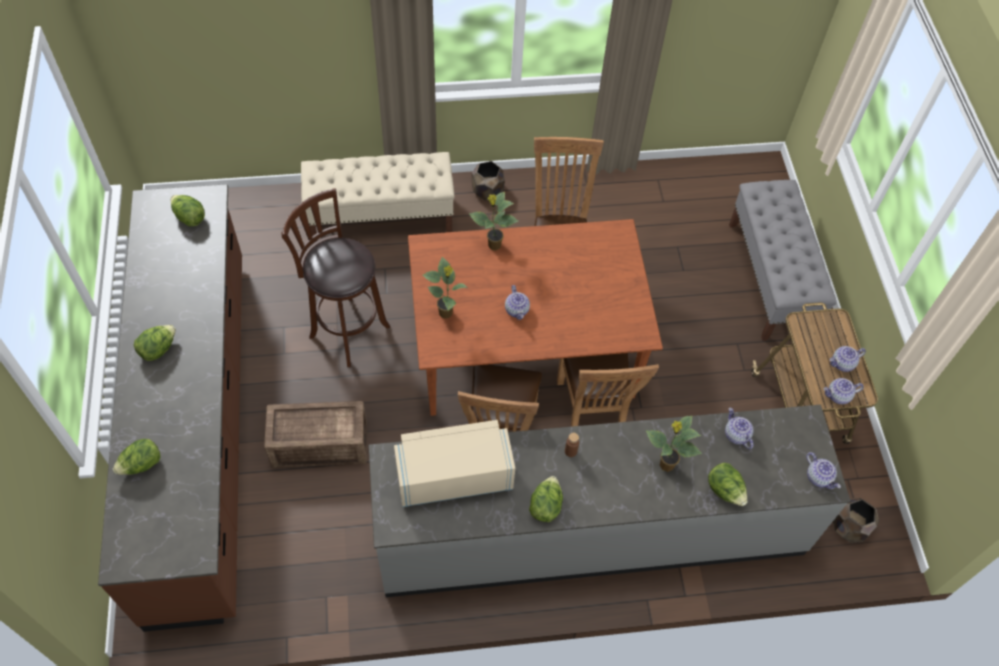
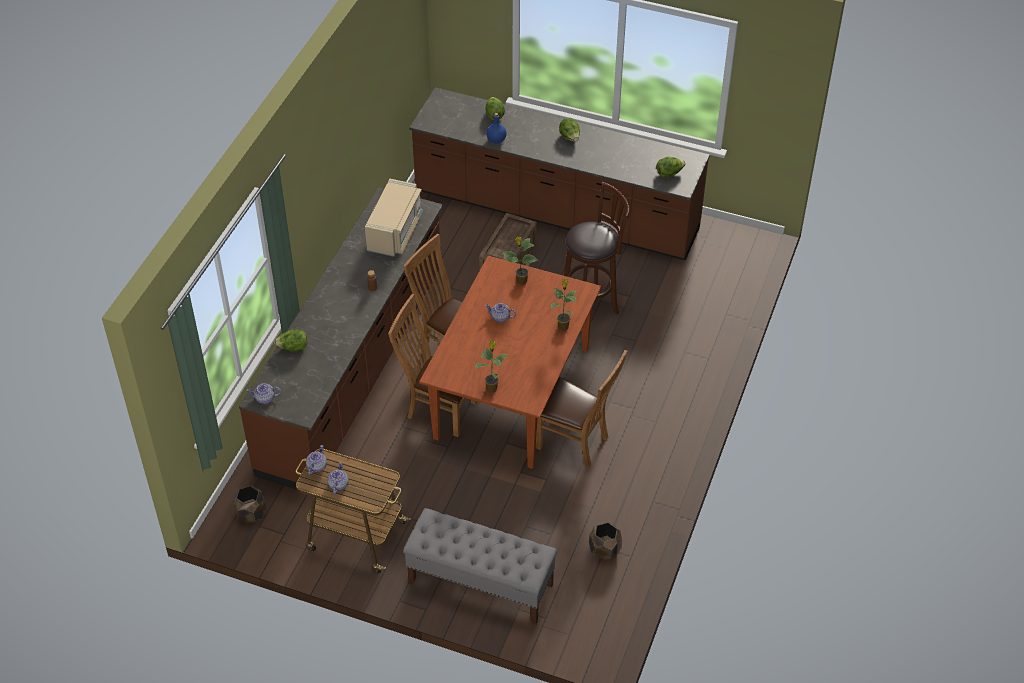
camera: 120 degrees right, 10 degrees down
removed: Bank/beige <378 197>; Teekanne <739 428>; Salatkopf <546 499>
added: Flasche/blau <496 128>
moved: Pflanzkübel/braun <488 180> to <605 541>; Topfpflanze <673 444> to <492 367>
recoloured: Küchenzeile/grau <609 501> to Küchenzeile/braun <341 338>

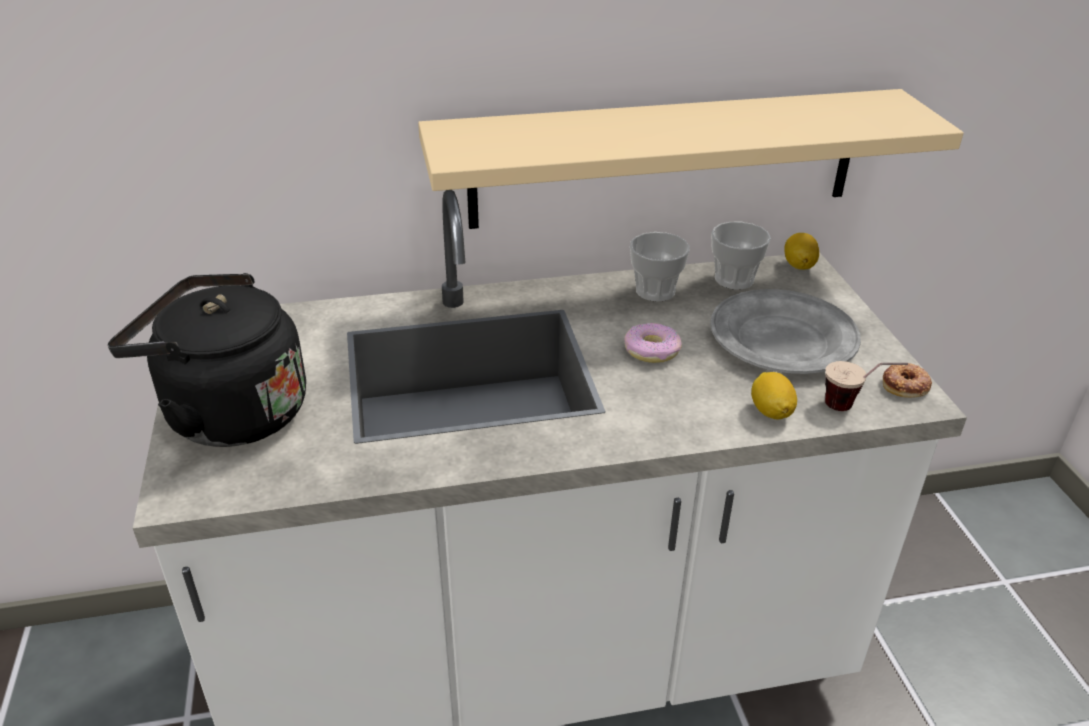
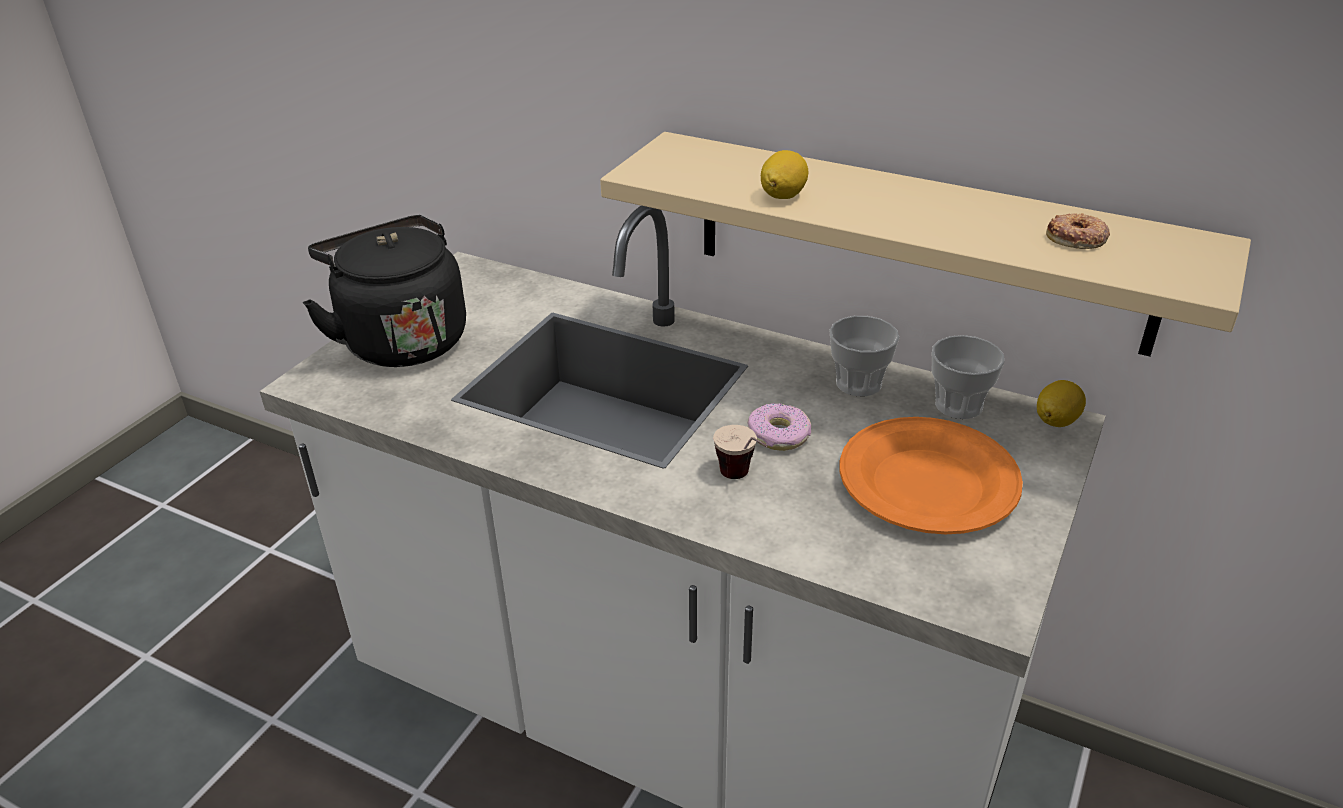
camera: 40 degrees right, 0 degrees up
moved: Tasse <866 386> to <740 452>; Donut <907 380> to <1078 231>; Zitrone <774 395> to <784 174>
recoloured: Teller/grau <785 331> to Teller/orange <931 475>

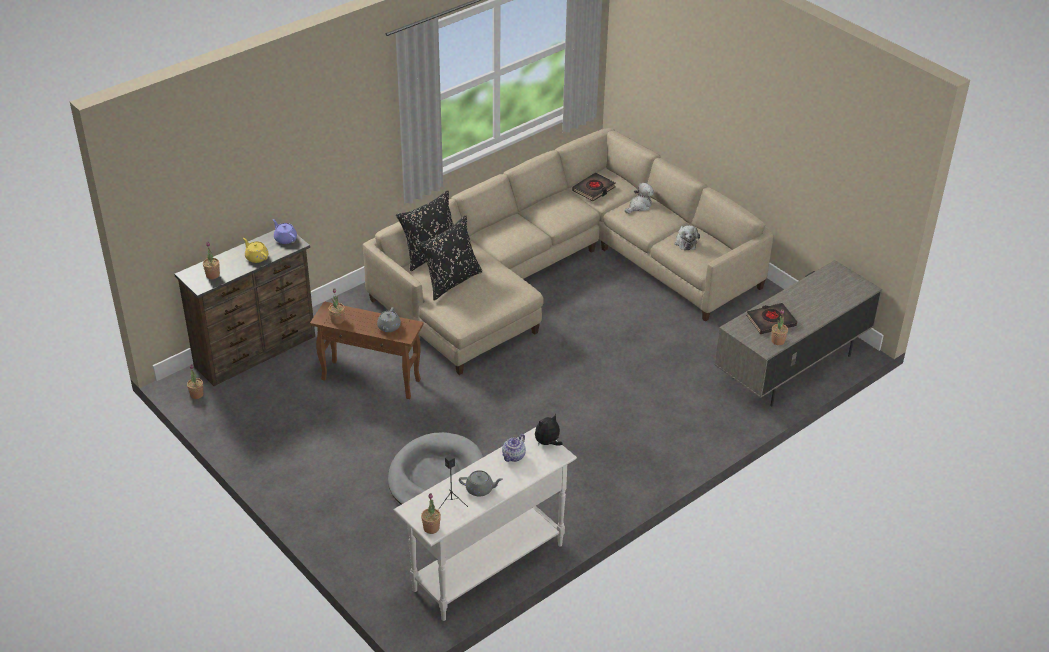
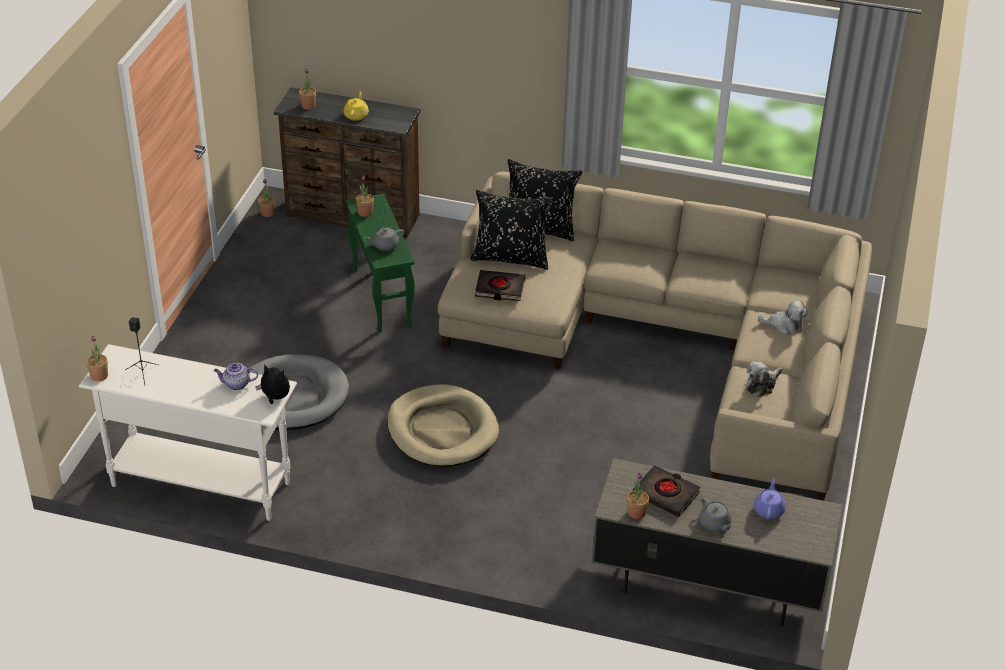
camera: 55 degrees right, 0 degrees up
added: Hundebett/beige <443 425>
moved: Buch/schwarz <594 187> to <500 285>; Teekanne/lila <285 231> to <770 499>; Teekanne/grau <481 483> to <716 514>
recoloured: Beistelltisch/braun <367 350> to Beistelltisch/grün <380 263>

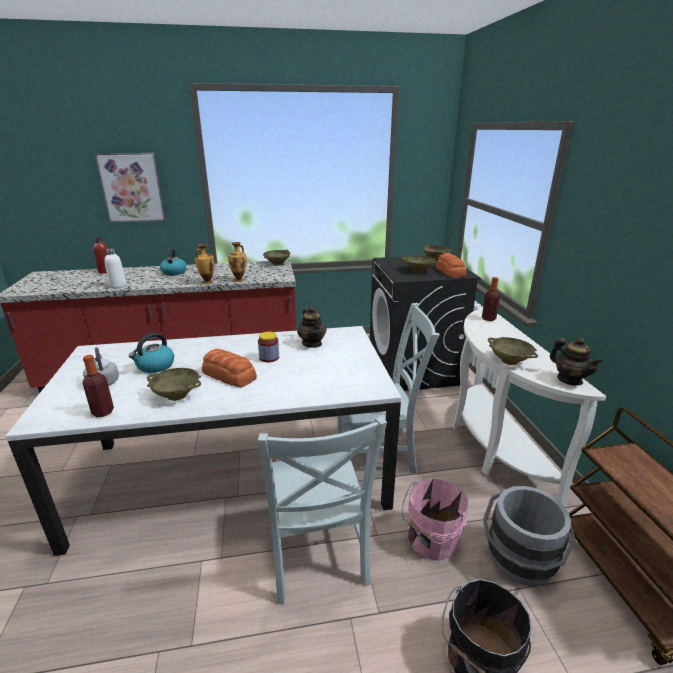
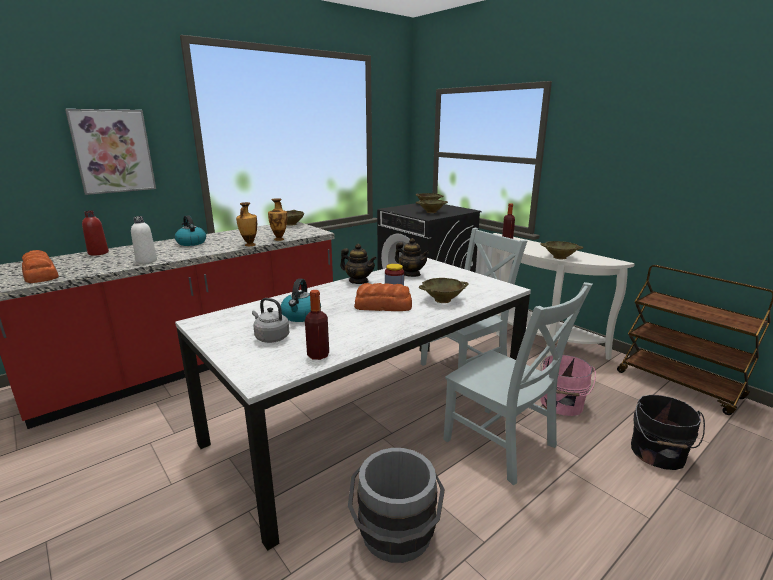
camera: 30 degrees left, 5 degrees down
moved: Brot <451 265> to <40 266>; Teekanne <576 362> to <358 264>; Schüssel/beige <174 384> to <444 290>; Eimer/grau <529 536> to <396 505>

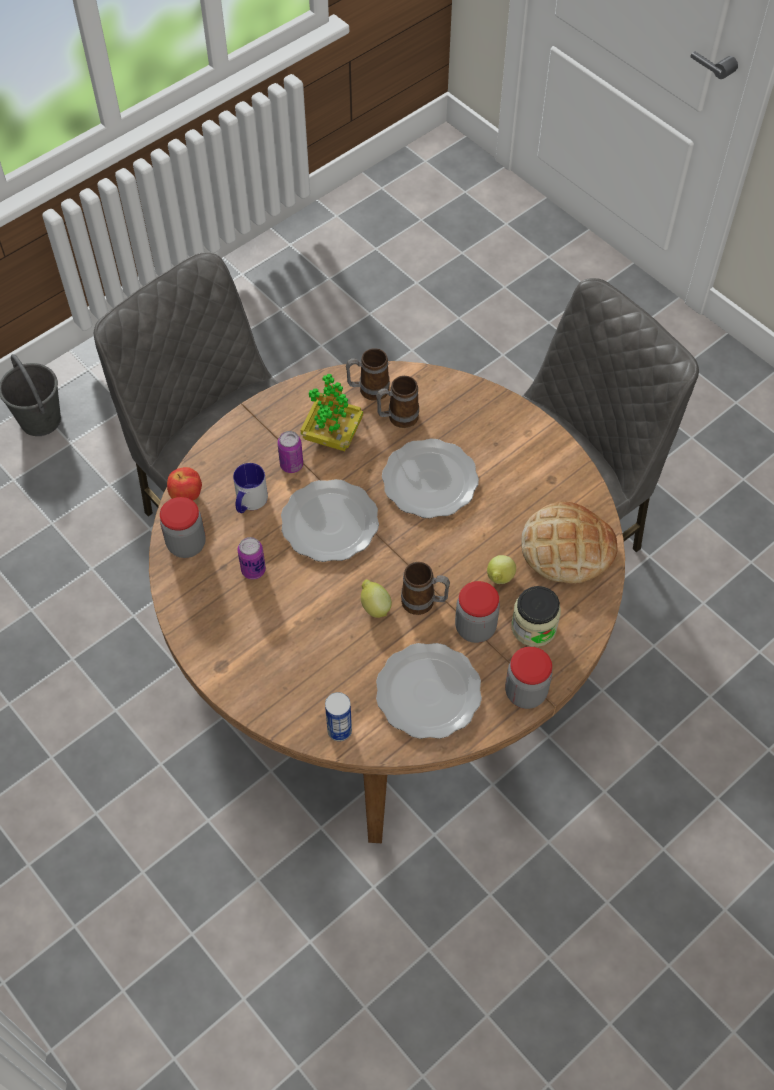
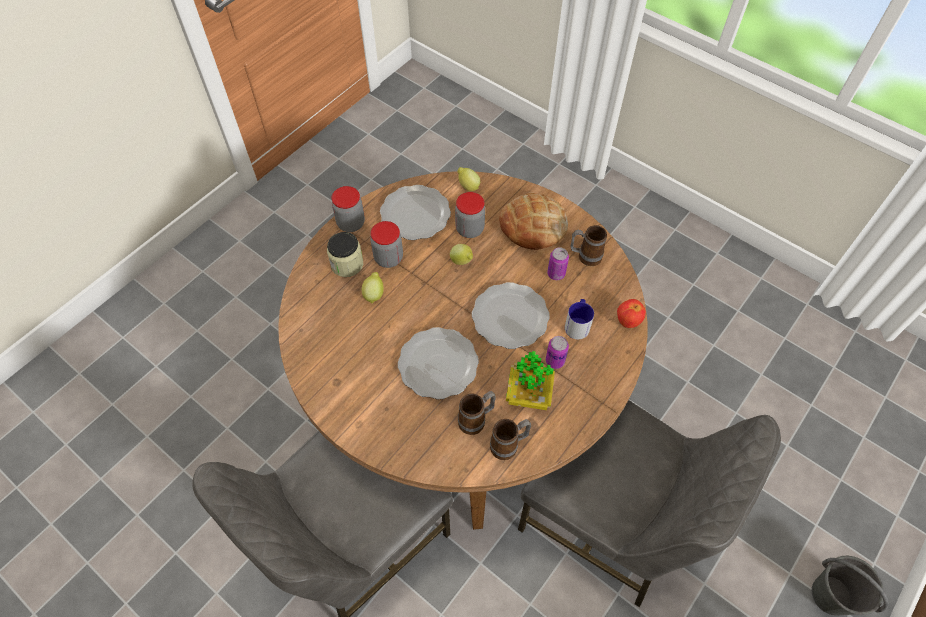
camera: 170 degrees right, 0 degrees up
moved: Vorratsglas <183 527> to <470 215>; Brot <569 543> to <533 221>; Henkelbecher <425 588> to <588 245>
replaced: Dose <338 716> to Zitrone <469 179>

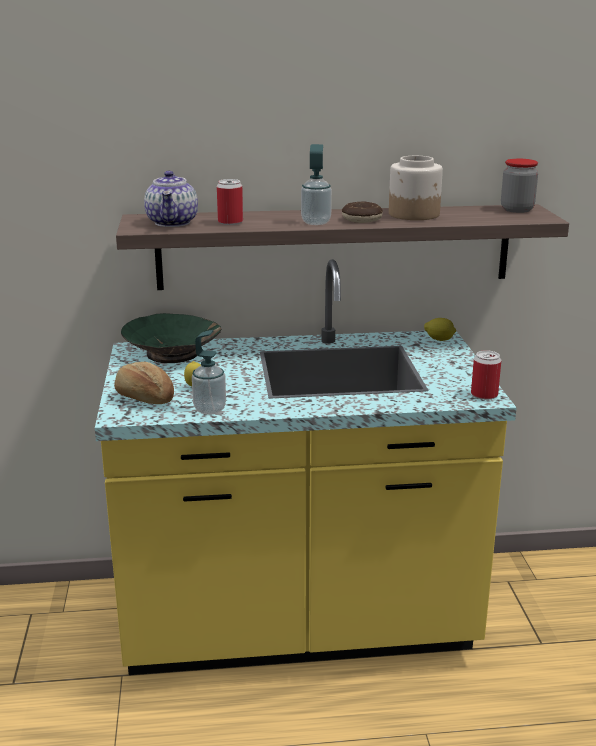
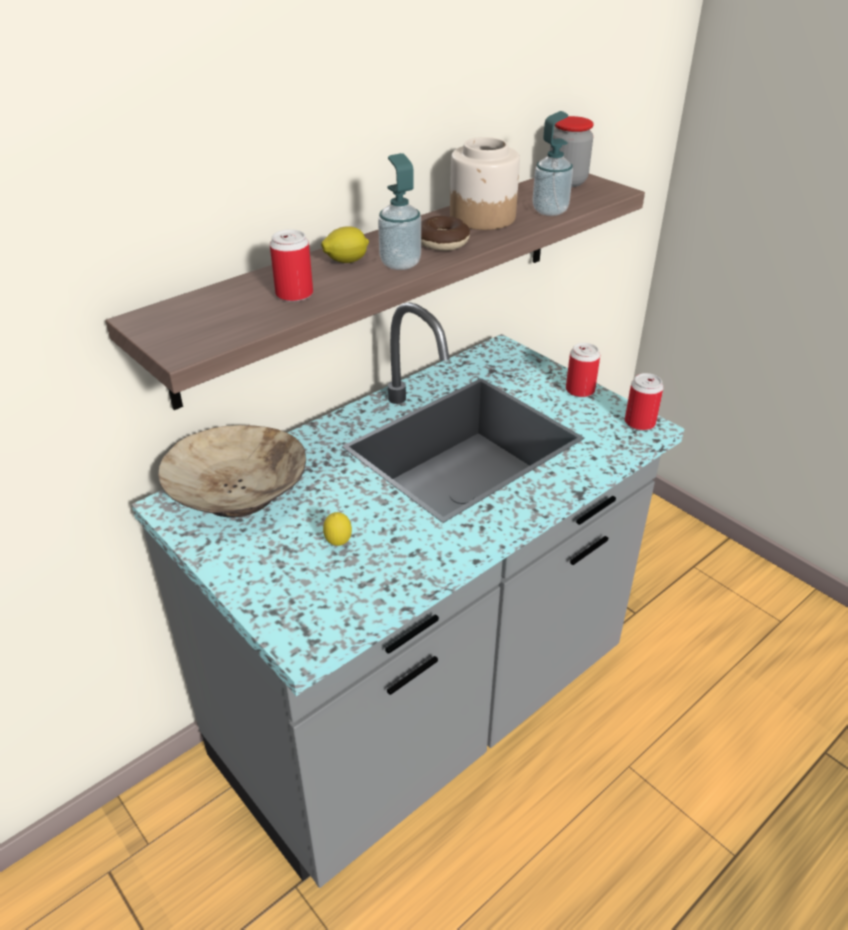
camera: 35 degrees left, 15 degrees up
removed: Teekanne <171 199>; Brot <144 383>
added: Dose <583 370>
moved: Zitrone <440 329> to <345 244>; Seifenspender <209 372> to <552 163>
recoloured: Küchenzeile/gelb <306 467> to Küchenzeile/grau <407 595>; Schüssel/grün <171 338> to Schüssel/beige <232 471>

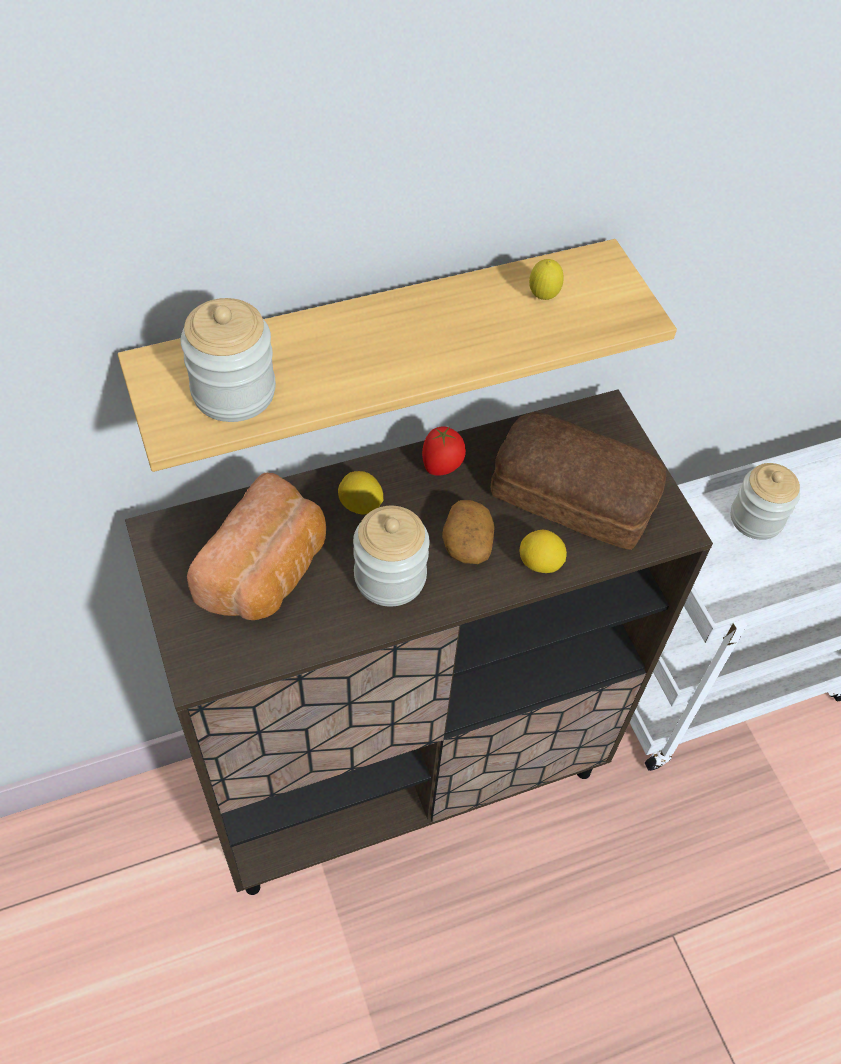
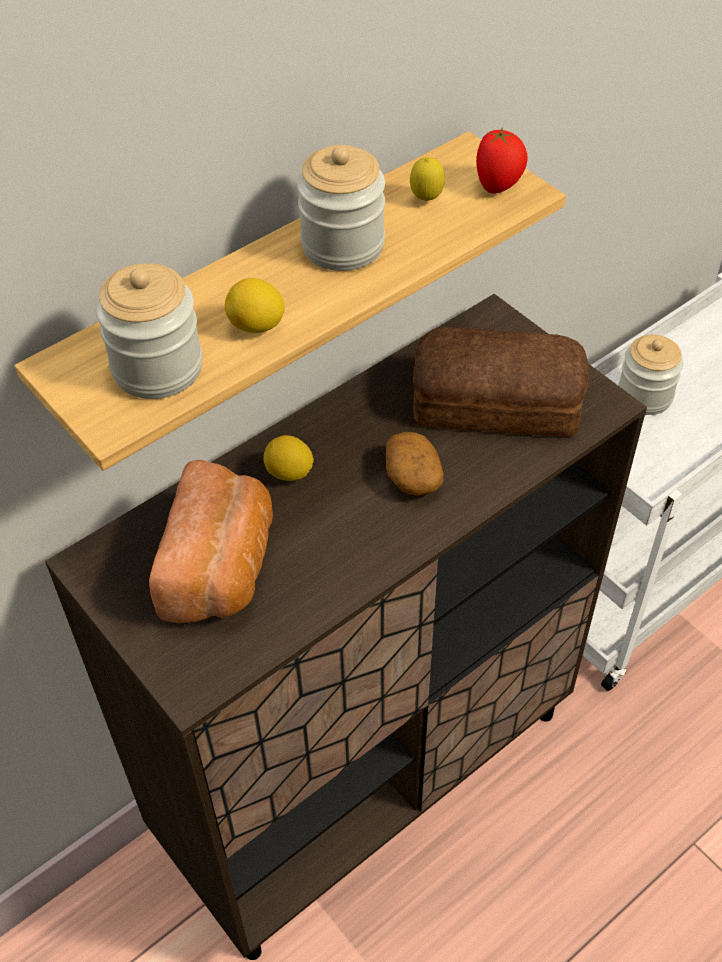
camera: 15 degrees left, 5 degrees down
moved: Tomate <444 451> to <502 160>; Vorratsglas <391 556> to <341 208>; Zitrone <543 551> to <255 305>

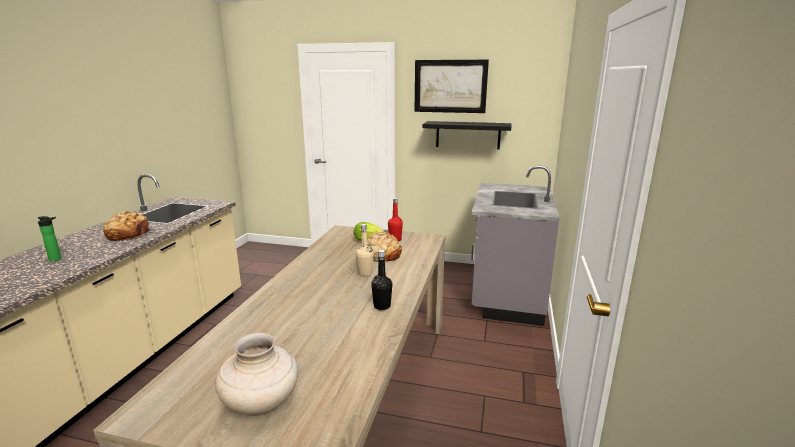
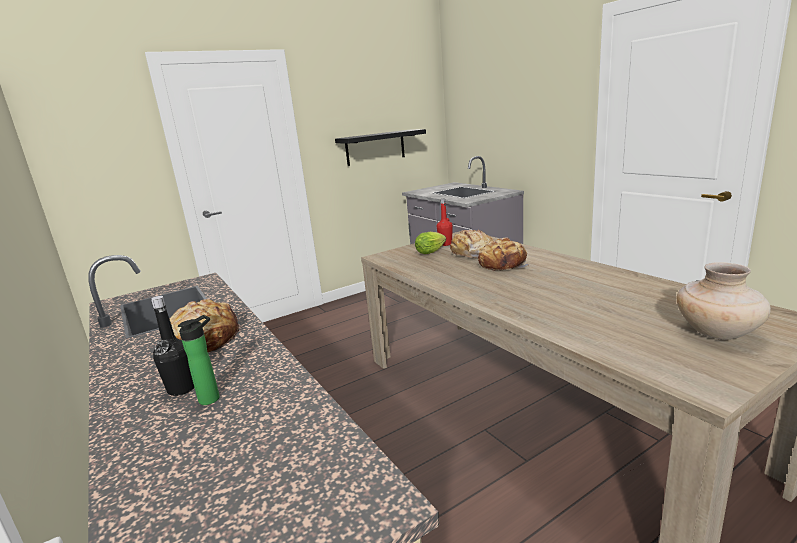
camera: 45 degrees left, 0 degrees up
removed: Bild <452 86>
moved: Flasche/schwarz <381 280> to <172 346>
replaced: Flasche/beige <365 250> to Brot <503 254>

